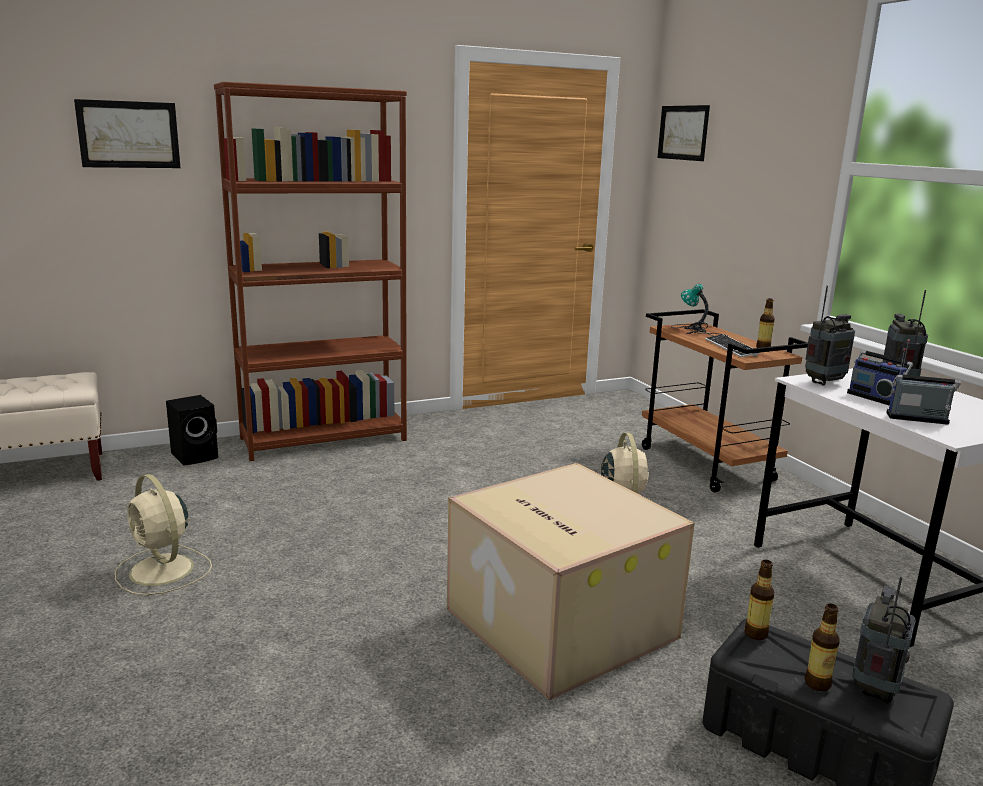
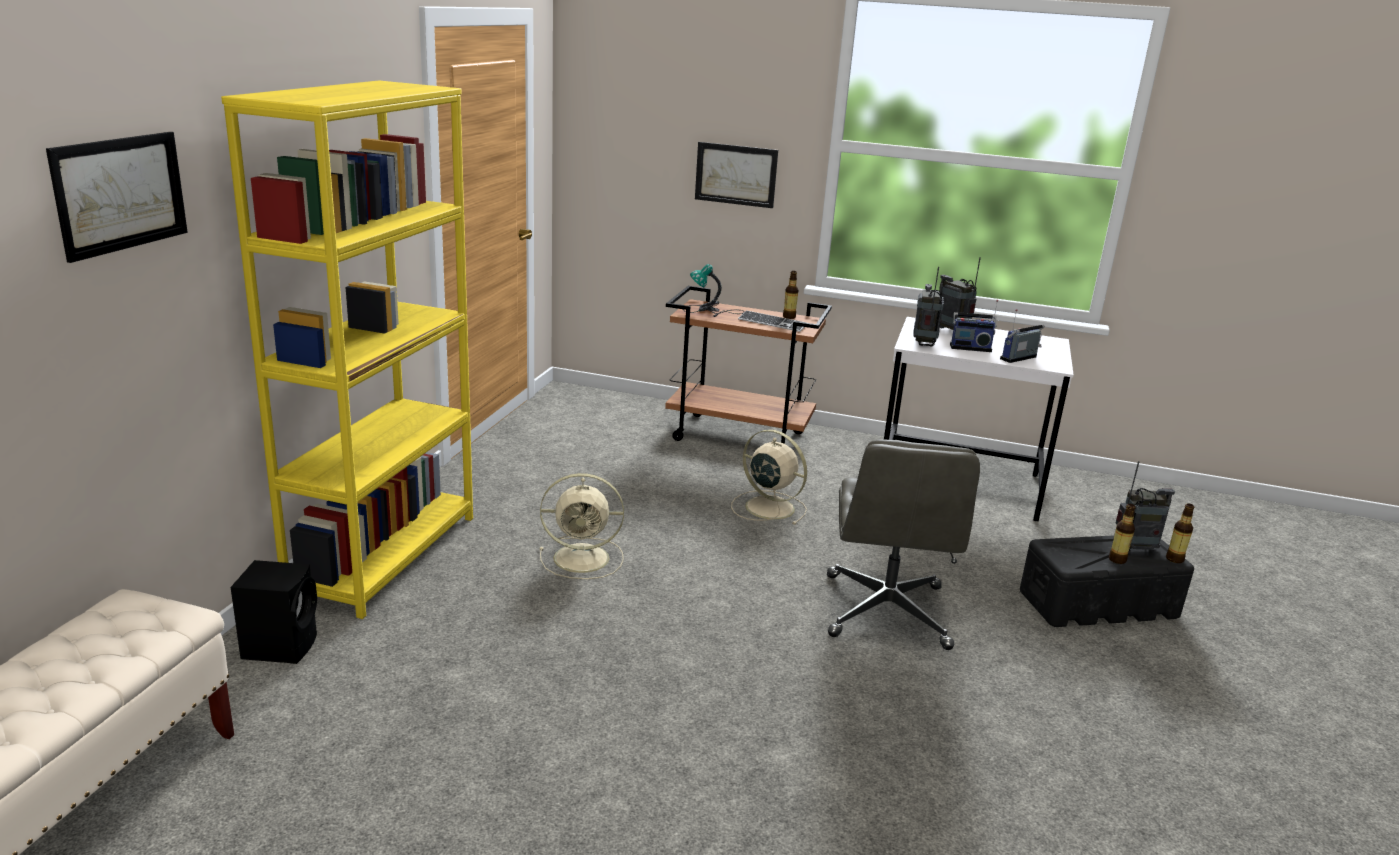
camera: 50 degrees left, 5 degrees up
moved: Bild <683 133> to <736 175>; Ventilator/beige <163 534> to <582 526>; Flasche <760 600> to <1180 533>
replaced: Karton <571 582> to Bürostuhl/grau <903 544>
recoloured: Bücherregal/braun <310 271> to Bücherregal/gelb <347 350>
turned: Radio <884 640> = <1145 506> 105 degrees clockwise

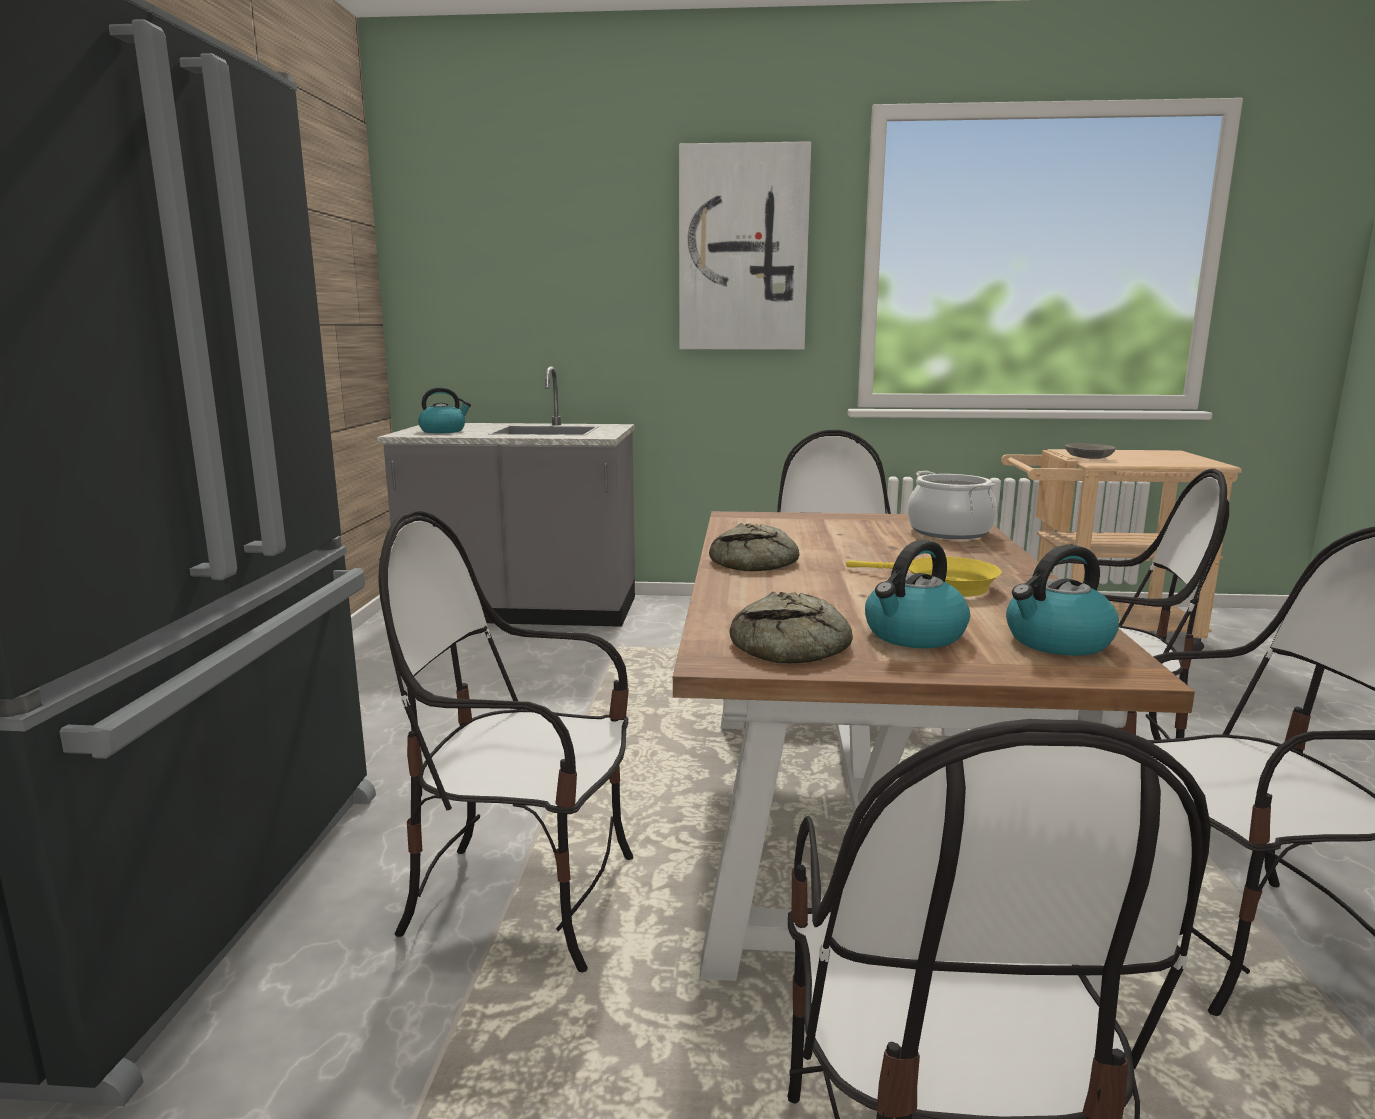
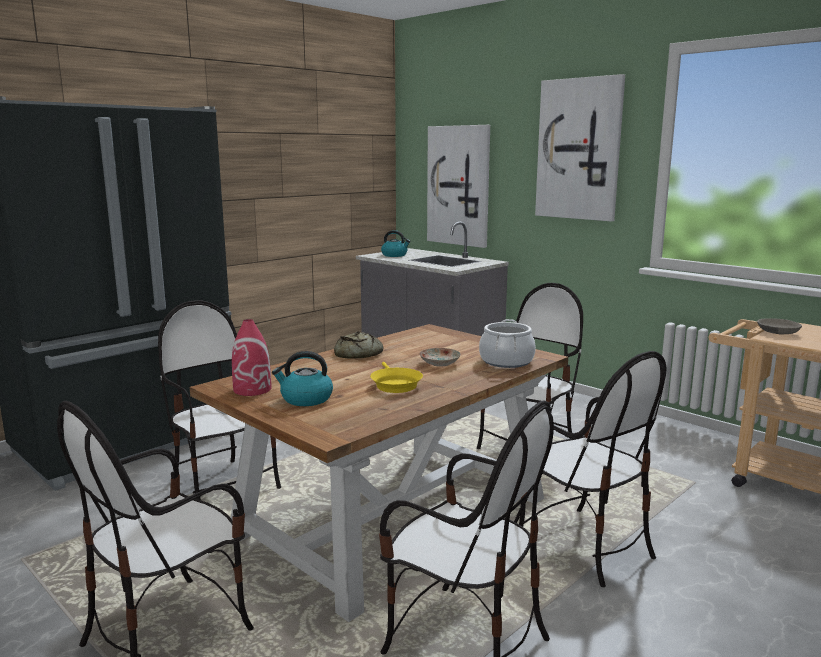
camera: 40 degrees right, 0 degrees up
removed: Wasserkessel <1062 600>
added: Bild <458 186>; Teller <440 357>
replaced: Brot <791 628> to Vase/rot <251 357>

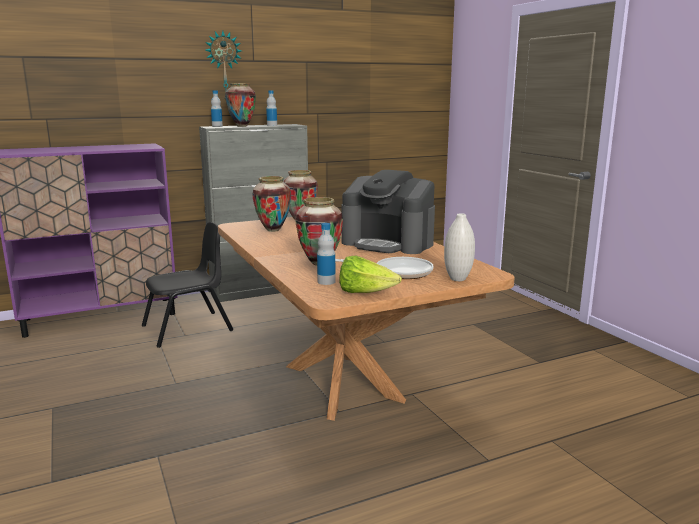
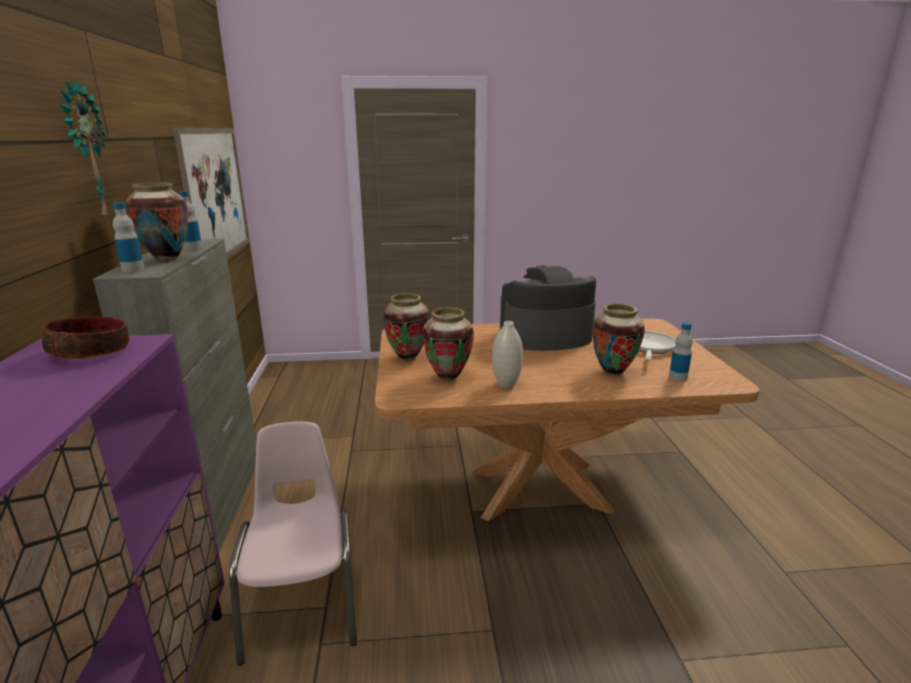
camera: 70 degrees left, 5 degrees up
removed: Salatkopf <370 274>
added: Bild <211 193>; Schüssel <85 337>
moved: Vase/weiß <459 247> to <507 354>
recoloured: Stuhl/schwarz <187 285> to Stuhl/rosa <293 544>
turned: Kaffeemaschine <388 212> = <548 308> 150 degrees counterclockwise

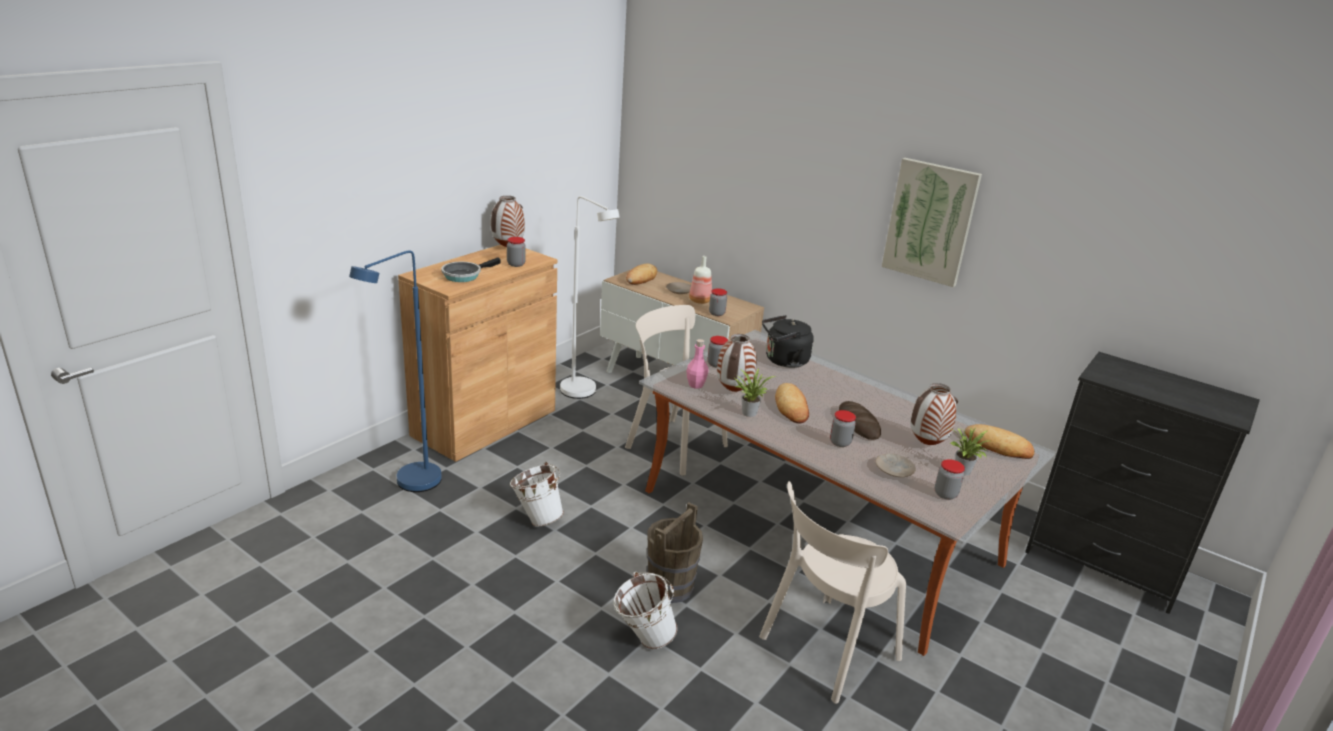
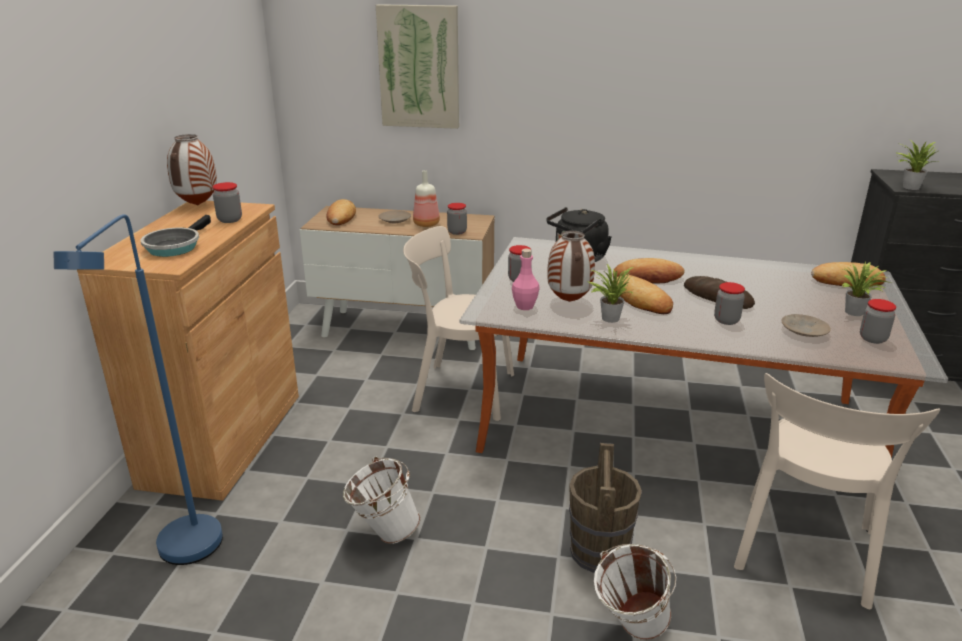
camera: 25 degrees left, 0 degrees up
removed: Stehlampe/weiß <590 297>; Vase <934 414>
added: Topfpflanze <916 165>; Brot <649 271>
moved: Bild <932 222> to <417 66>

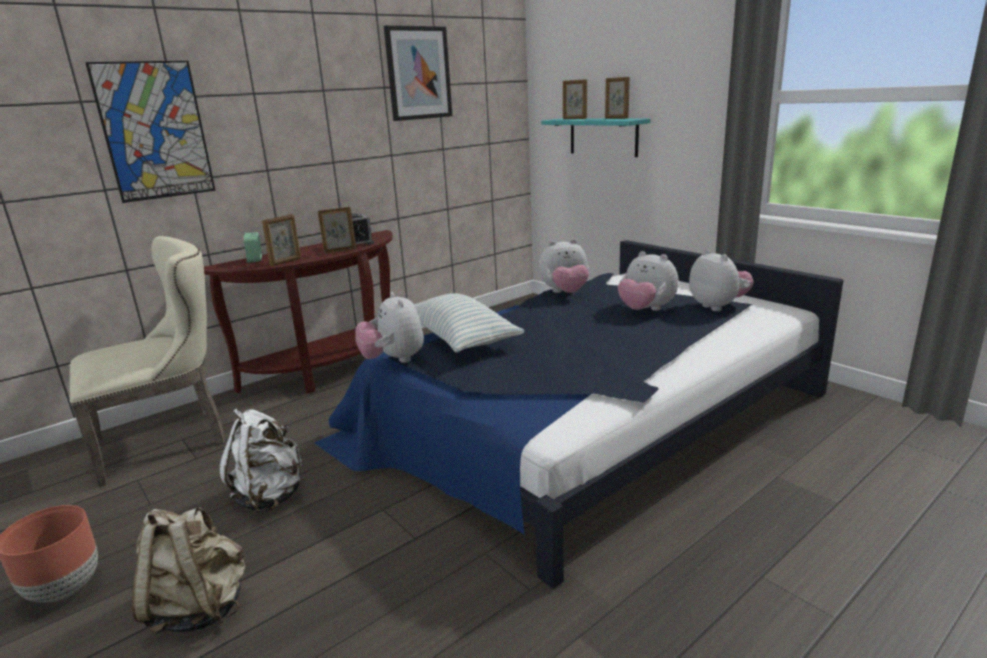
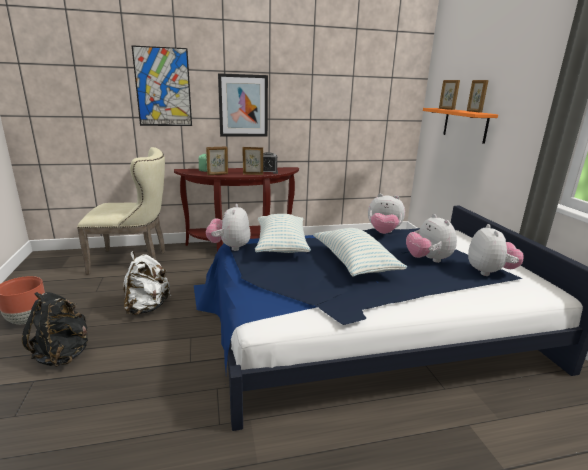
camera: 25 degrees right, 0 degrees up
added: Kissen <360 252>
moved: Bild <418 73> to <243 105>
recoloured: Wandregal/türkis <596 137> to Wandregal/orange <460 126>; Rucksack/beige <189 570> to Rucksack/schwarz <55 329>

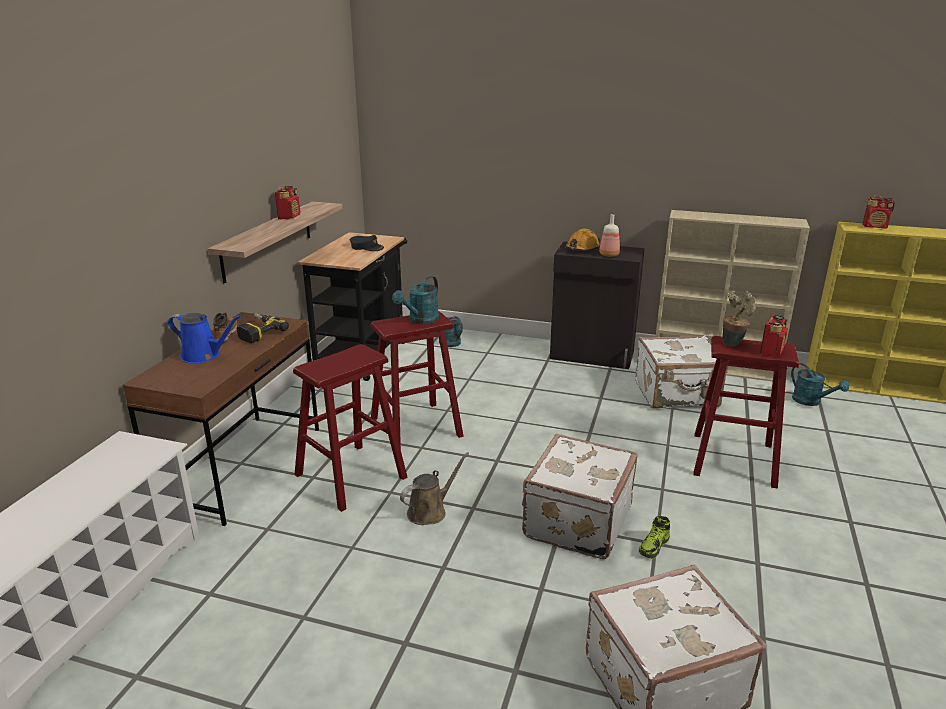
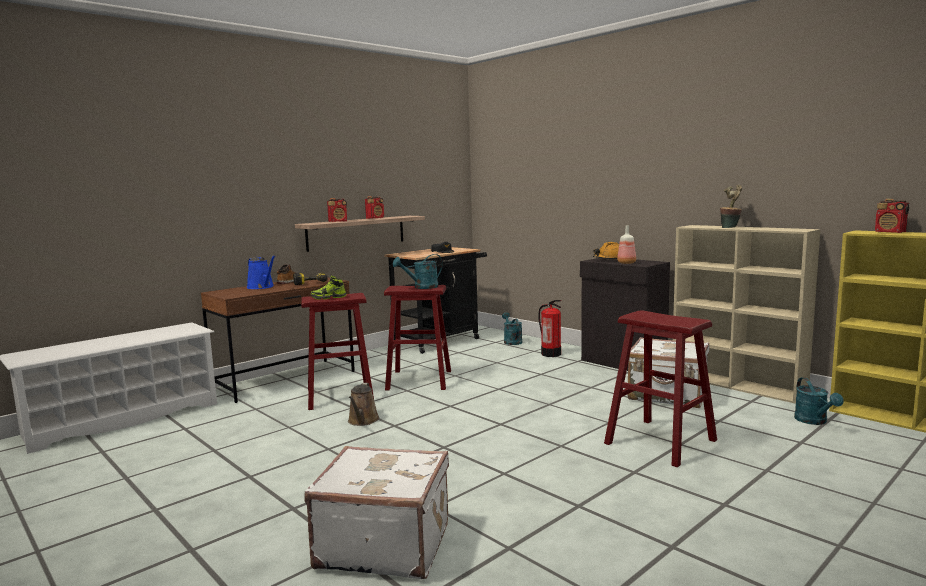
camera: 30 degrees right, 15 degrees down
removed: Koffer/weiß <580 496>
added: Feuerlöscher <549 328>
moved: Topfpflanze <739 318> to <731 206>; Radio <774 335> to <337 210>; Schuh <654 537> to <328 288>
turned: Gießkanne/braun <434 488> = <363 404> 105 degrees clockwise

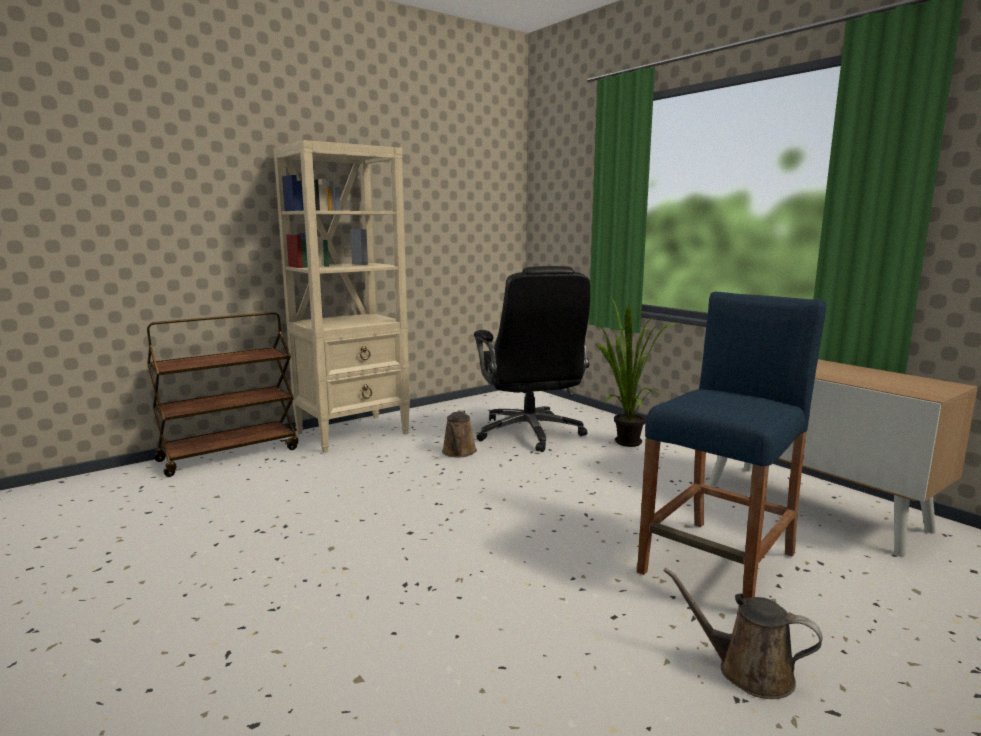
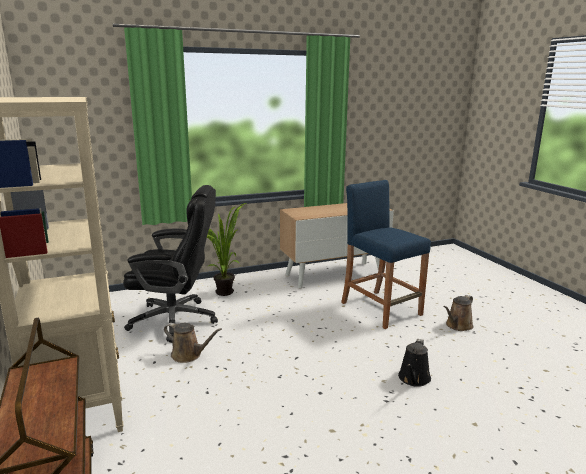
camera: 75 degrees left, 5 degrees up
added: Gießkanne/schwarz <414 363>

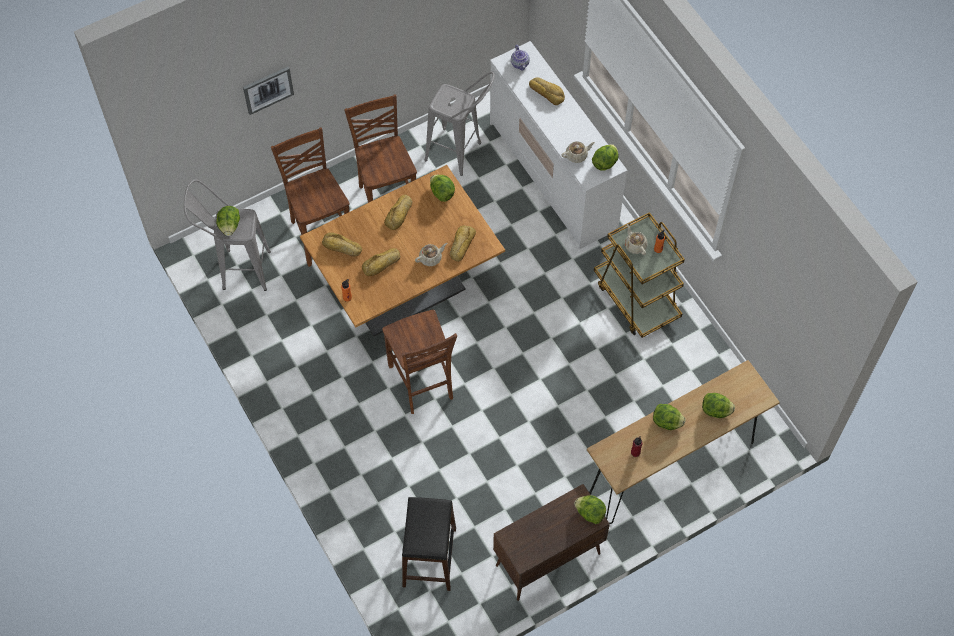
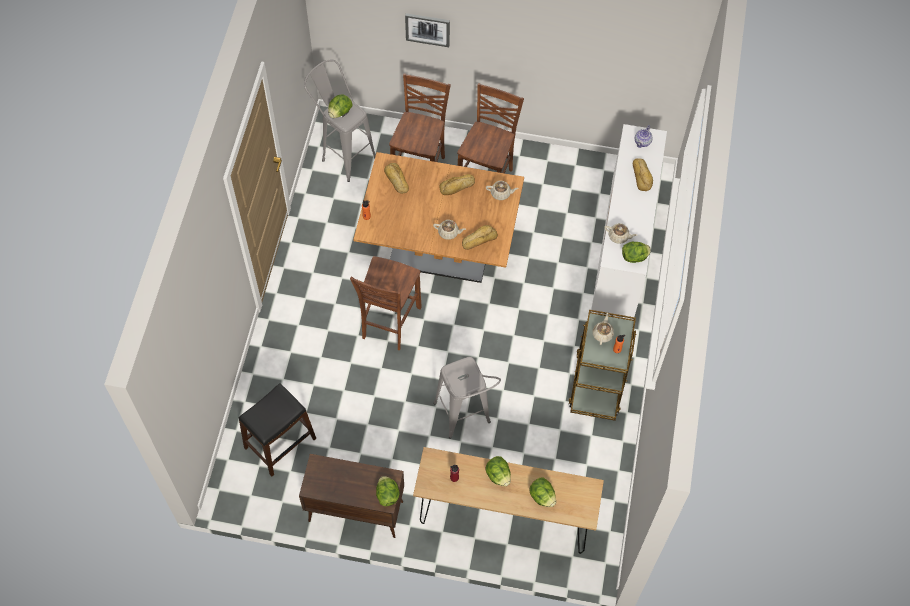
camera: 40 degrees right, 0 degrees up
removed: Brot <381 262>
moved: Hocker/grau <459 124> to <467 397>
replaced: Salatkopf <442 188> to Teekanne/beige <502 190>

